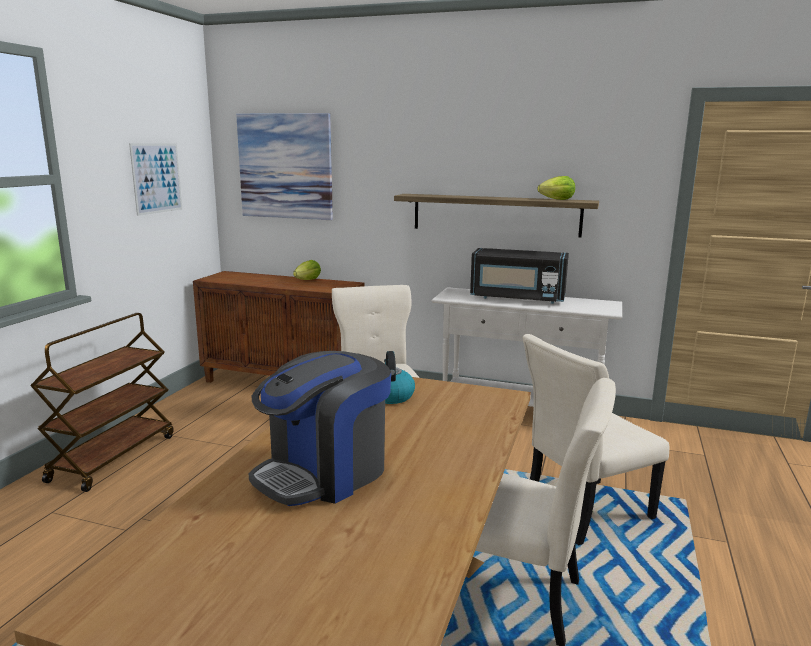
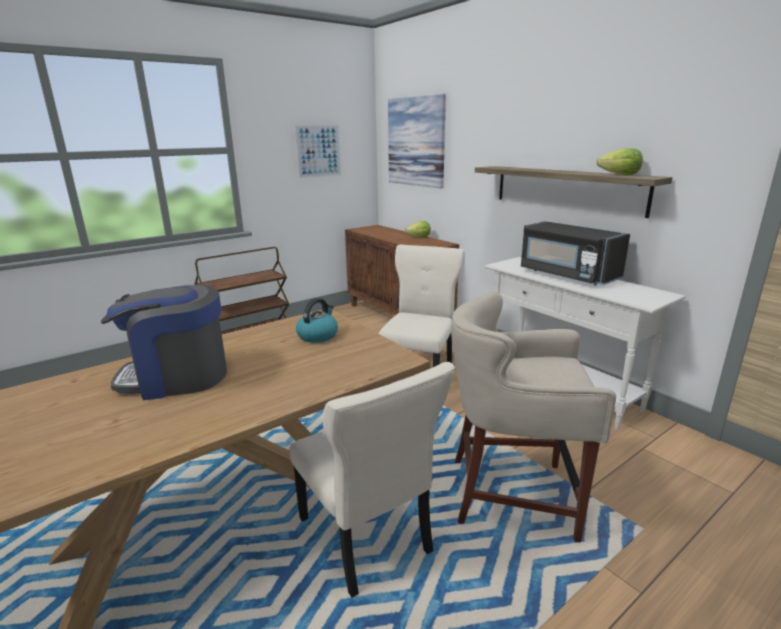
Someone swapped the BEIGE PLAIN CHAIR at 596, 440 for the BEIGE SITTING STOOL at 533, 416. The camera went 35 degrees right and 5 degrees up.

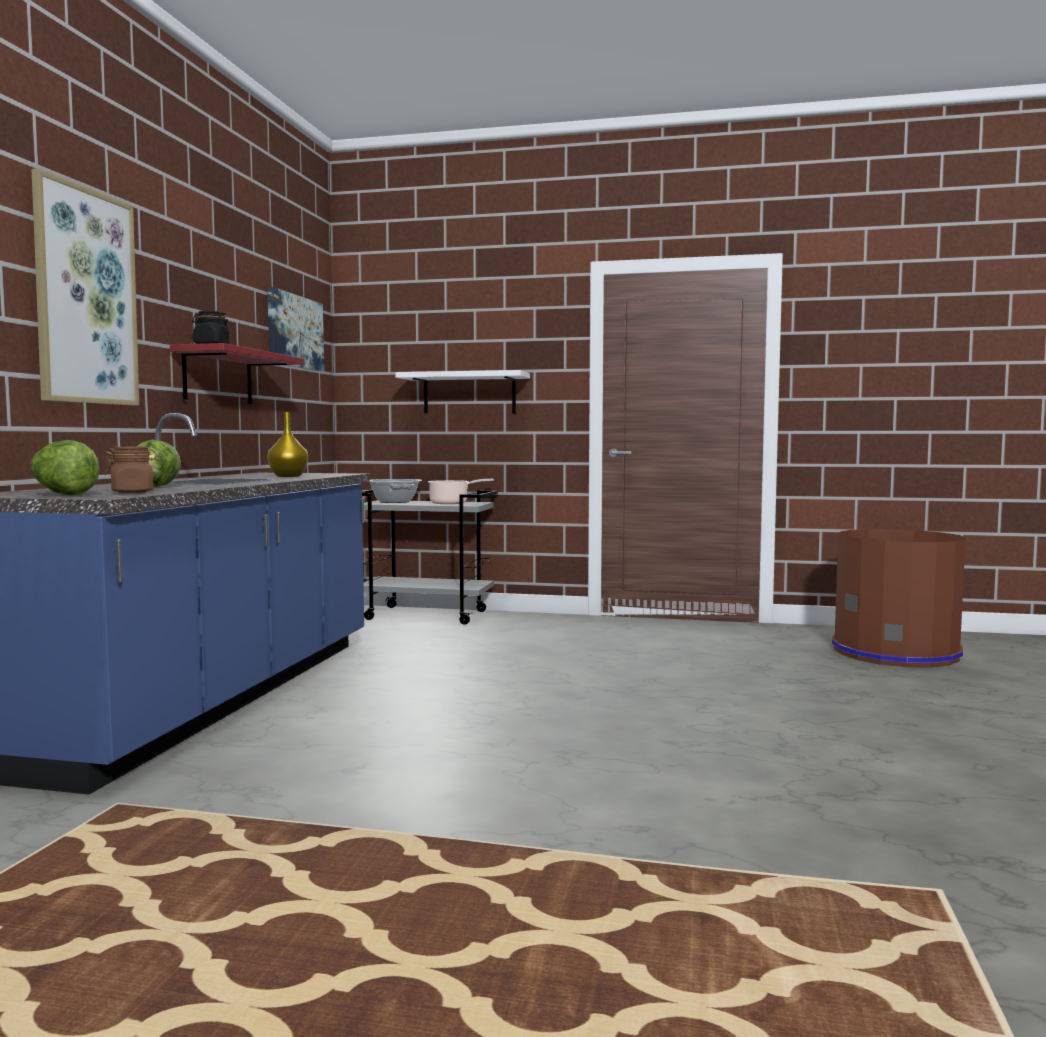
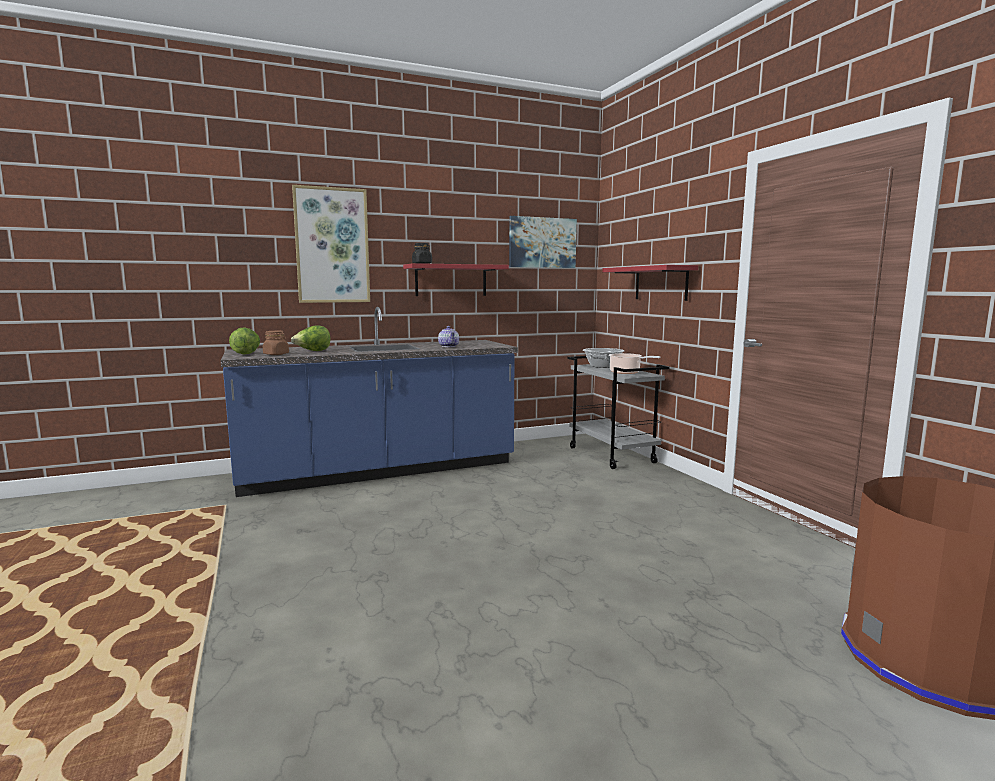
Someone swapped the YELLOW-COLOURED FLOWER VASE at 287, 444 for the TEAPOT at 448, 336. Someone repainted the WHITE WALL SHELF at 463, 392, which became the REDDISH WALL SHELF at 650, 283. The camera went 55 degrees right and 5 degrees up.

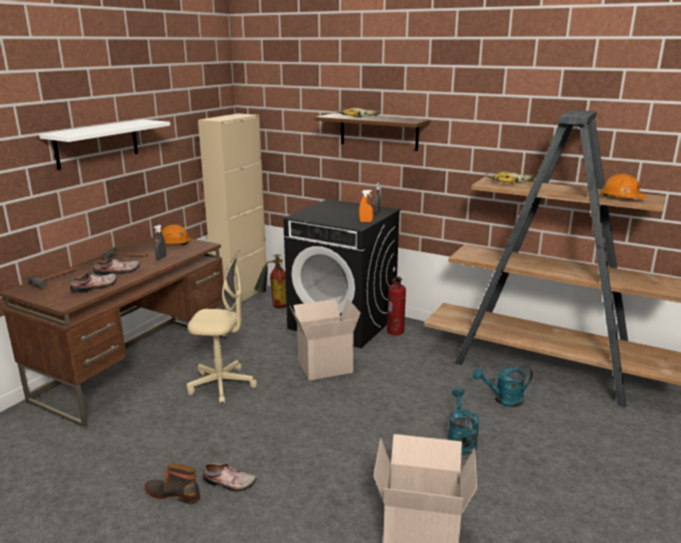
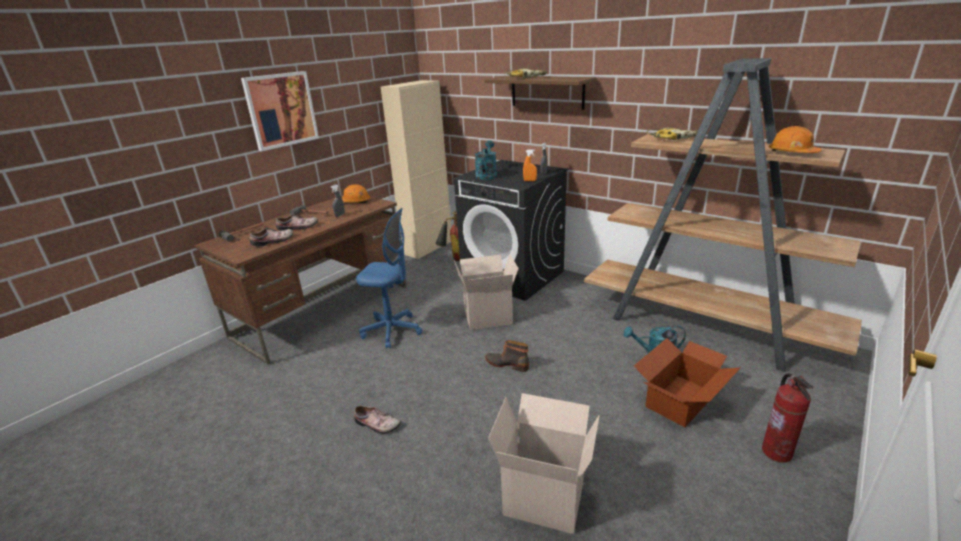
Someone swapped the WHITE WALL SHELF at 104, 144 for the PICTURE at 280, 111. Someone carried the BOOT from 172, 484 to 507, 356. Someone repainted the BEIGE COMPUTER CHAIR at 222, 327, which became the BLUE-COLOURED COMPUTER CHAIR at 389, 278. Someone carried the FIRE-FIGHTING CYLINDER from 396, 305 to 788, 418. Someone carried the BLUE-GREEN WATERING CAN from 463, 421 to 486, 160. Someone put down the CARTON at 687, 382. The camera went 10 degrees right and 5 degrees up.

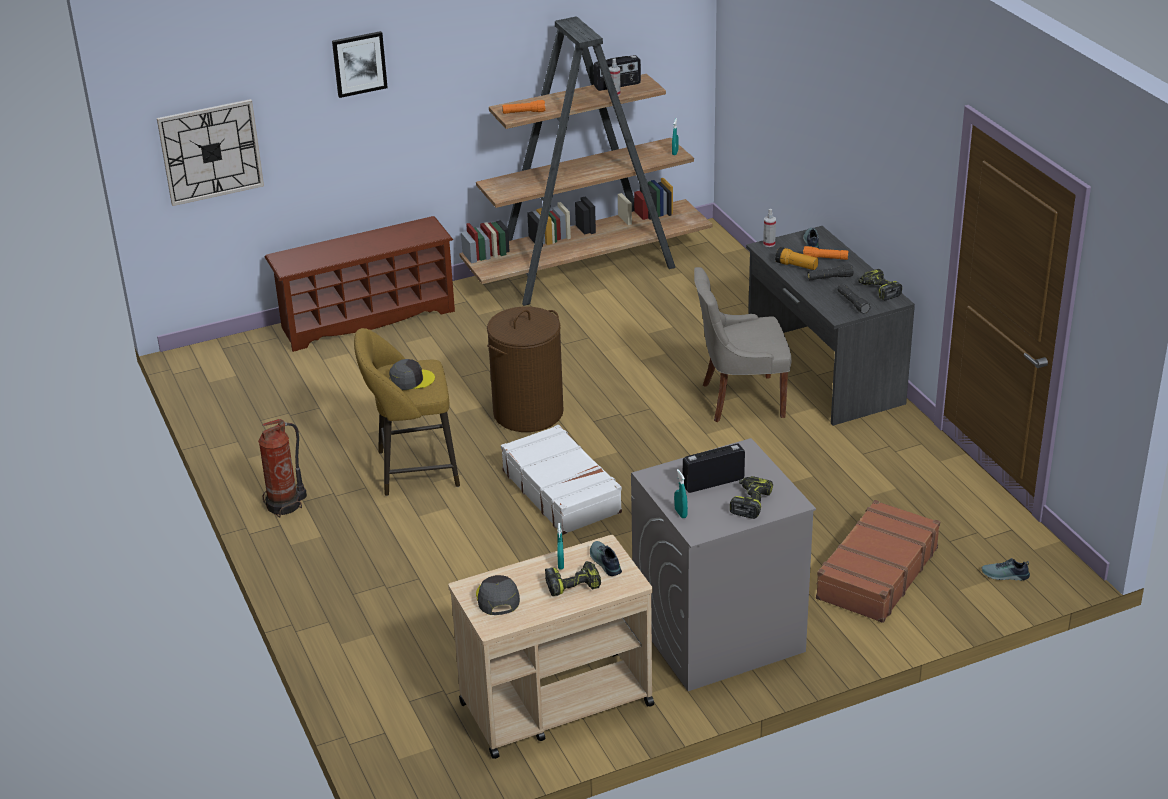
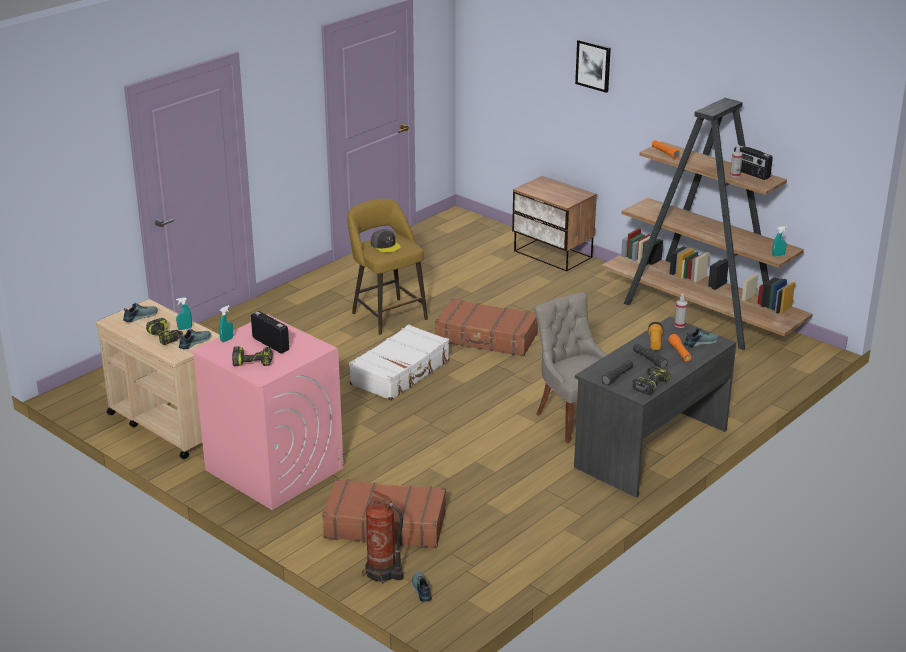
Someone took away the CLOCK ON THE WALL at 210, 152. Someone carried the FIRE-FIGHTING CYLINDER from 282, 468 to 383, 536. Someone swapped the BROWN-COLOURED SHOE STAND at 360, 284 for the BEDSIDE TABLE at 554, 223. Someone swapped the GRAY PEAKED CAP at 498, 595 for the ITEM OF FOOTWEAR at 140, 313. Someone swapped the BROWN-COLOURED HAMPER at 525, 369 for the BROWN-COLOURED TRAVEL CASE at 486, 327. Someone repainted the GRAY LAUNDRY APPLIANCE at 723, 564, which became the PINK LAUNDRY APPLIANCE at 267, 412. The camera went 65 degrees right and 5 degrees down.

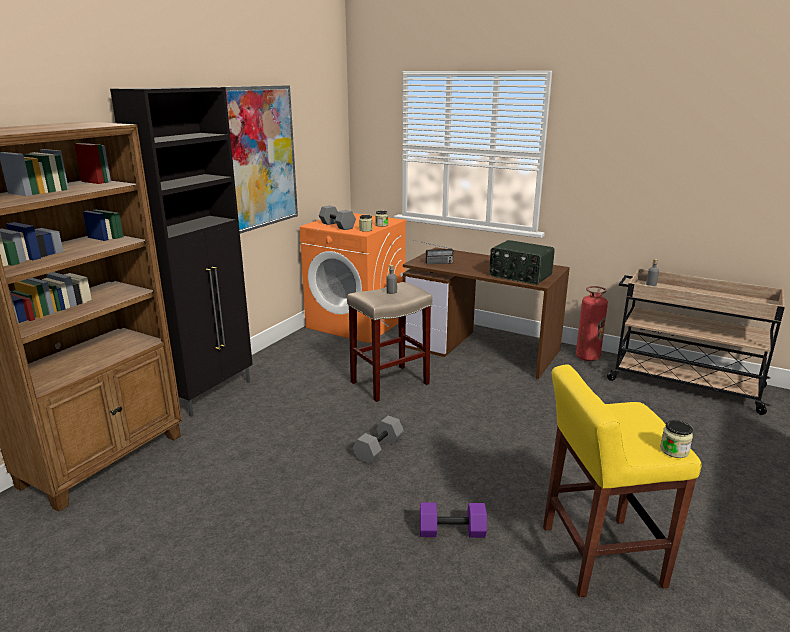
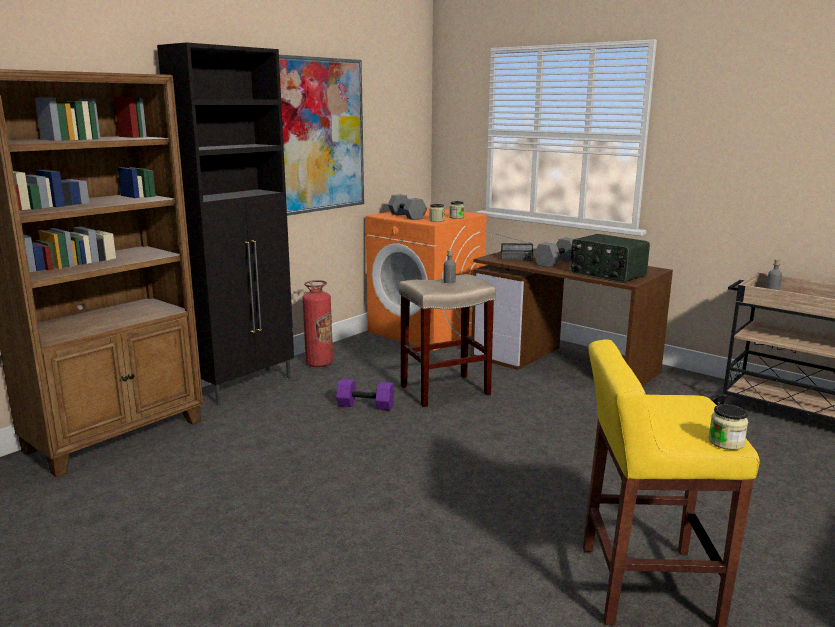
Someone carried the GRAY DUMBBELL from 378, 440 to 553, 252. Someone carried the PURPLE DUMBBELL from 453, 520 to 365, 394. Someone carried the FIRE-FIGHTING CYLINDER from 592, 323 to 317, 323. The camera went 10 degrees right and 5 degrees down.

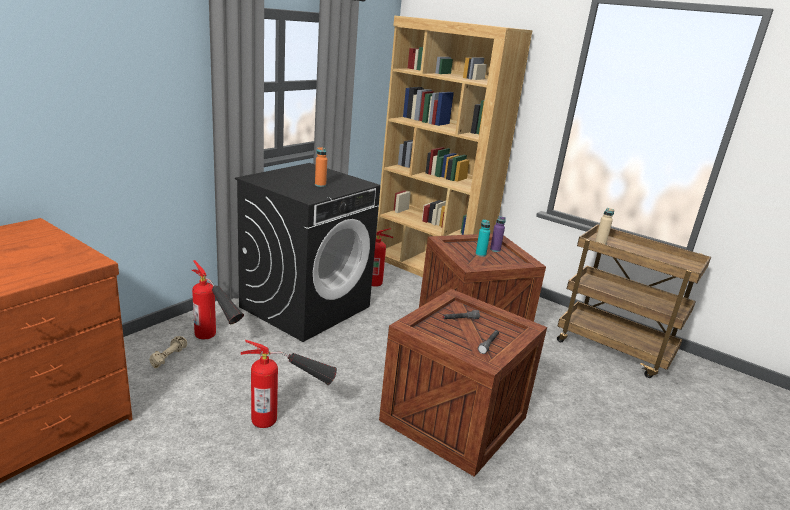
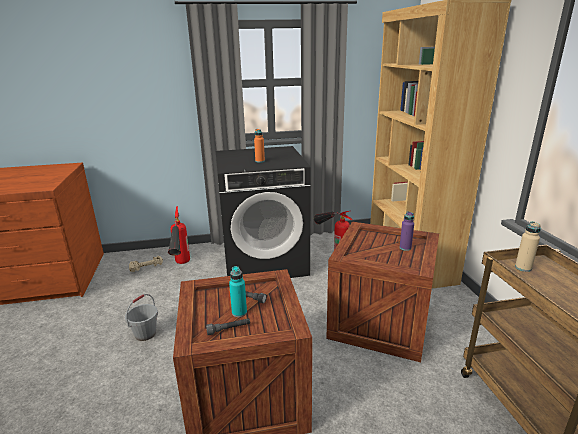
Someone swapped the FIRE-FIGHTING CYLINDER at 288, 384 for the GRAY WATER BUCKET at 141, 317. Someone carried the BLUE-GREEN BEVERAGE BOTTLE from 483, 238 to 238, 291. The camera went 45 degrees right and 0 degrees up.

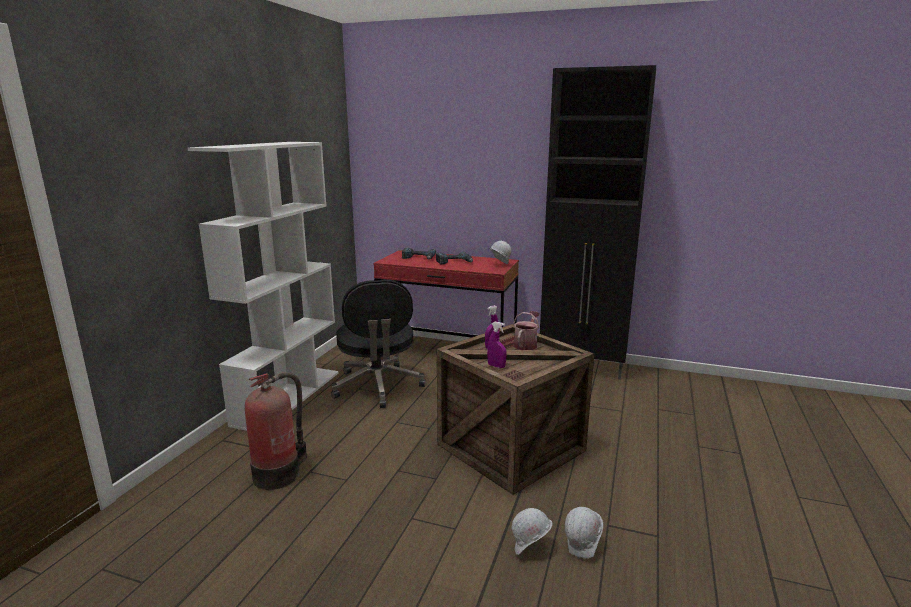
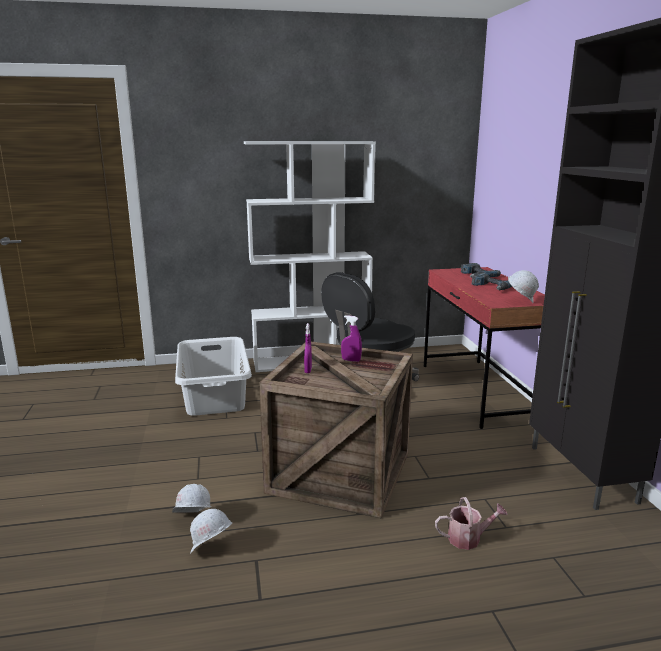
Someone swapped the FIRE-FIGHTING CYLINDER at 276, 431 for the GRAY HAMPER at 213, 376. Someone carried the WATERING CAN from 526, 330 to 471, 523. The camera went 60 degrees right and 0 degrees up.

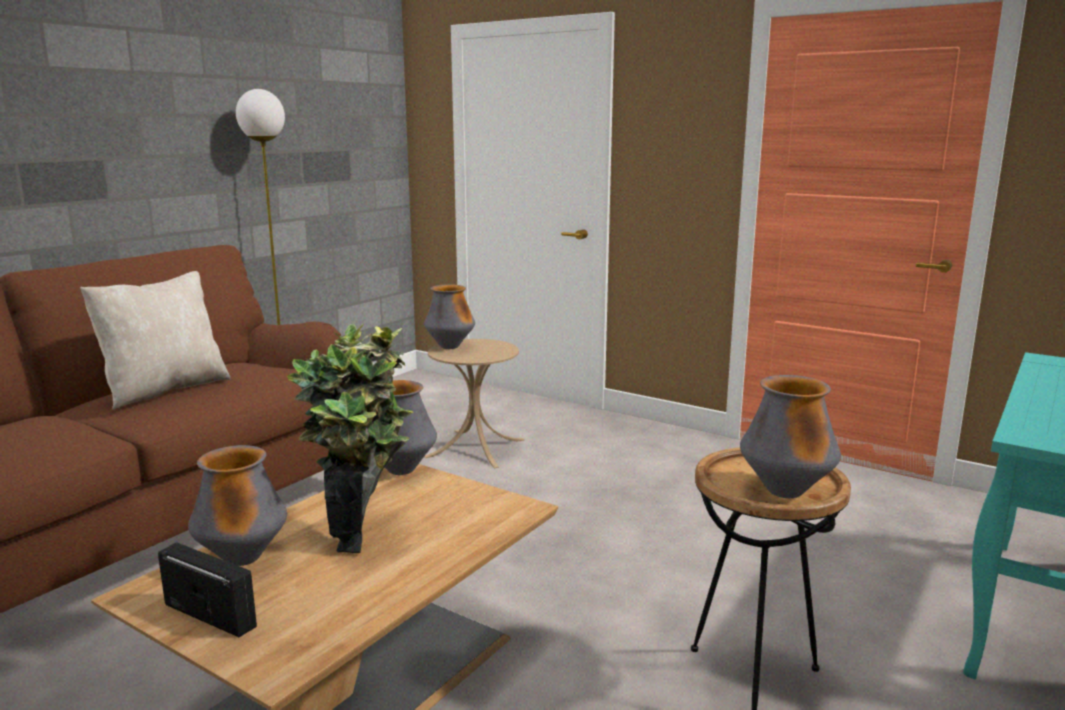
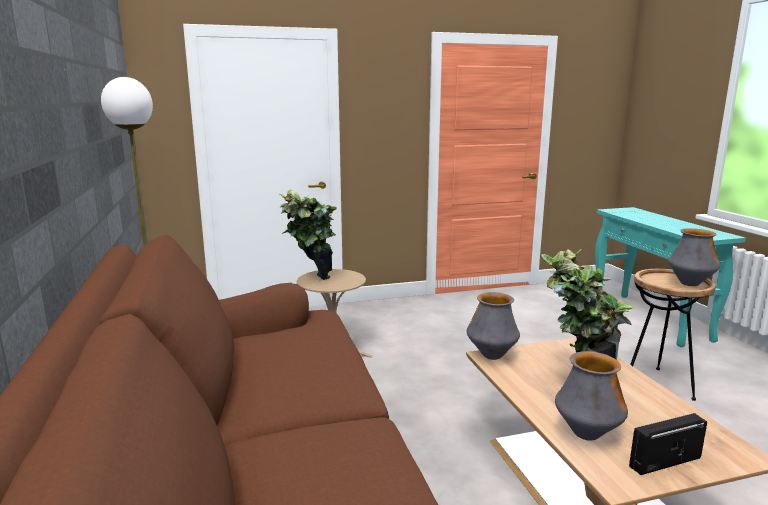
Someone took away the BEIGE CUSHION at 155, 340. Someone swapped the FLOWER VASE at 449, 316 for the POTTED PLANT at 308, 234. The camera went 50 degrees left and 0 degrees up.

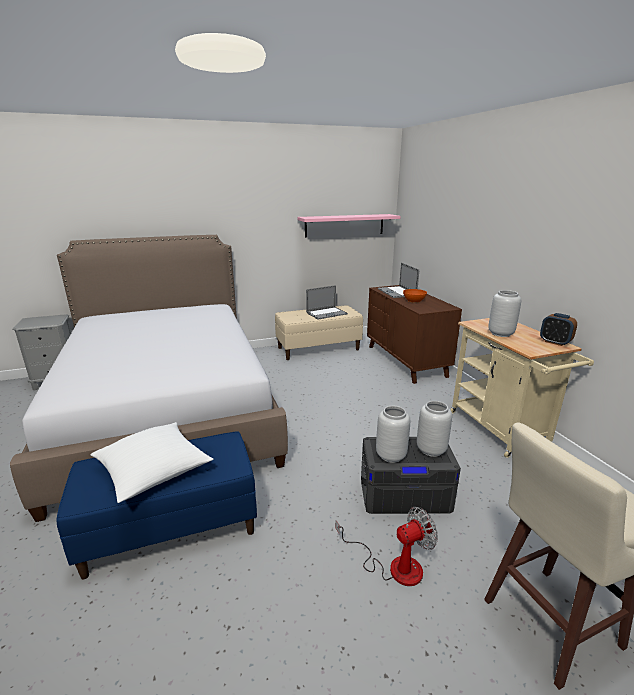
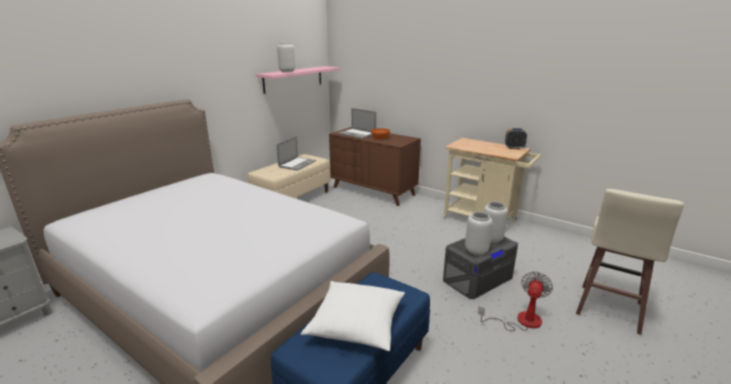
Someone carried the GRAY FLOWER VASE from 504, 313 to 286, 57. The camera went 35 degrees left and 0 degrees up.

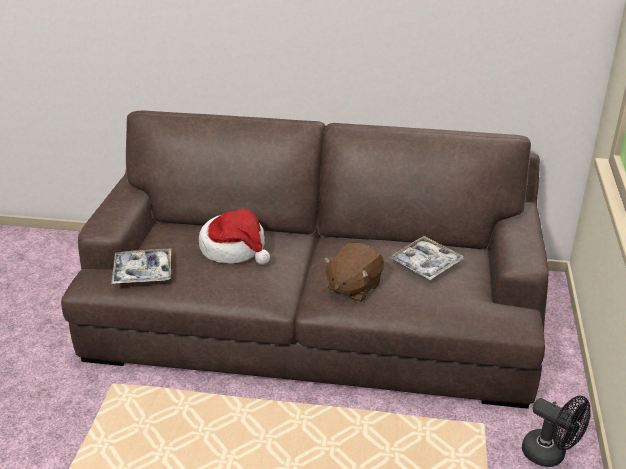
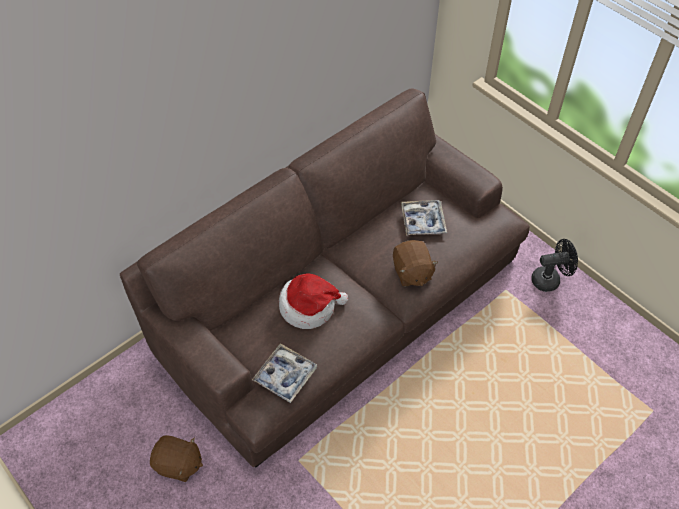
Someone put down the BROWN-COLOURED PLUSH TOY at 176, 458. The camera went 50 degrees left and 20 degrees up.

